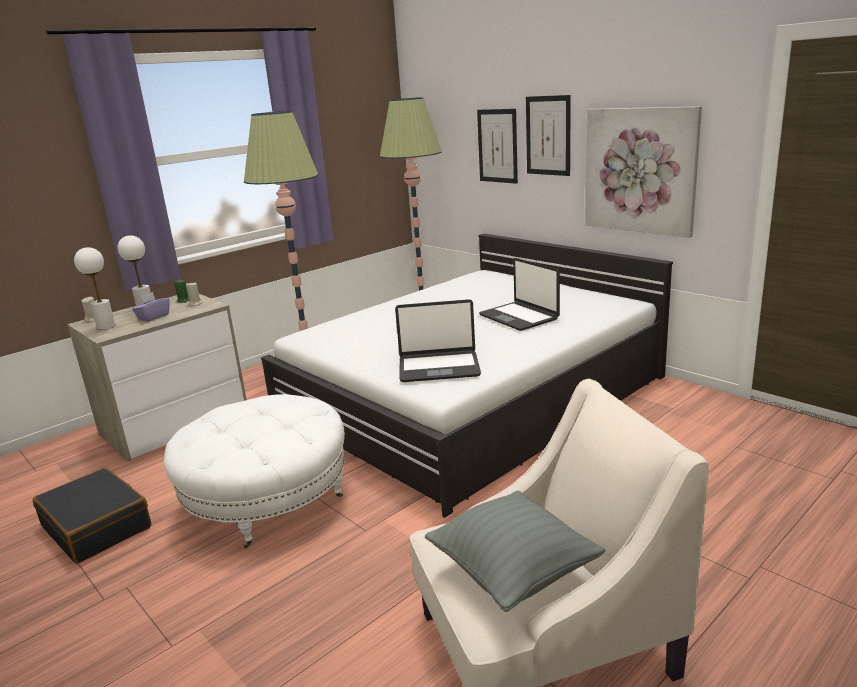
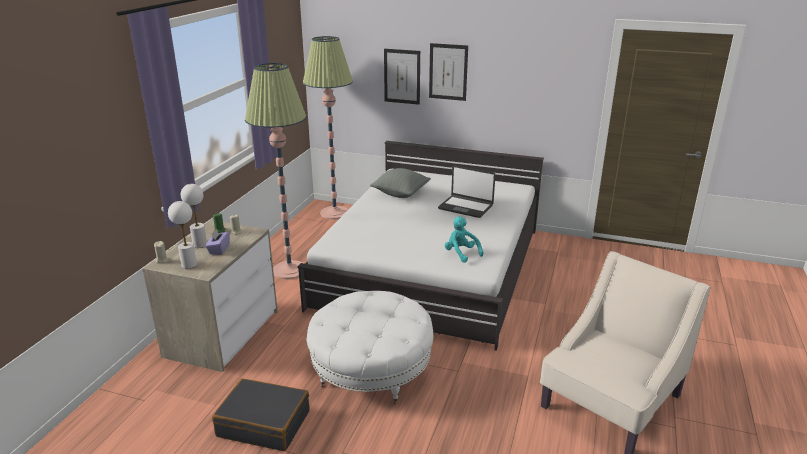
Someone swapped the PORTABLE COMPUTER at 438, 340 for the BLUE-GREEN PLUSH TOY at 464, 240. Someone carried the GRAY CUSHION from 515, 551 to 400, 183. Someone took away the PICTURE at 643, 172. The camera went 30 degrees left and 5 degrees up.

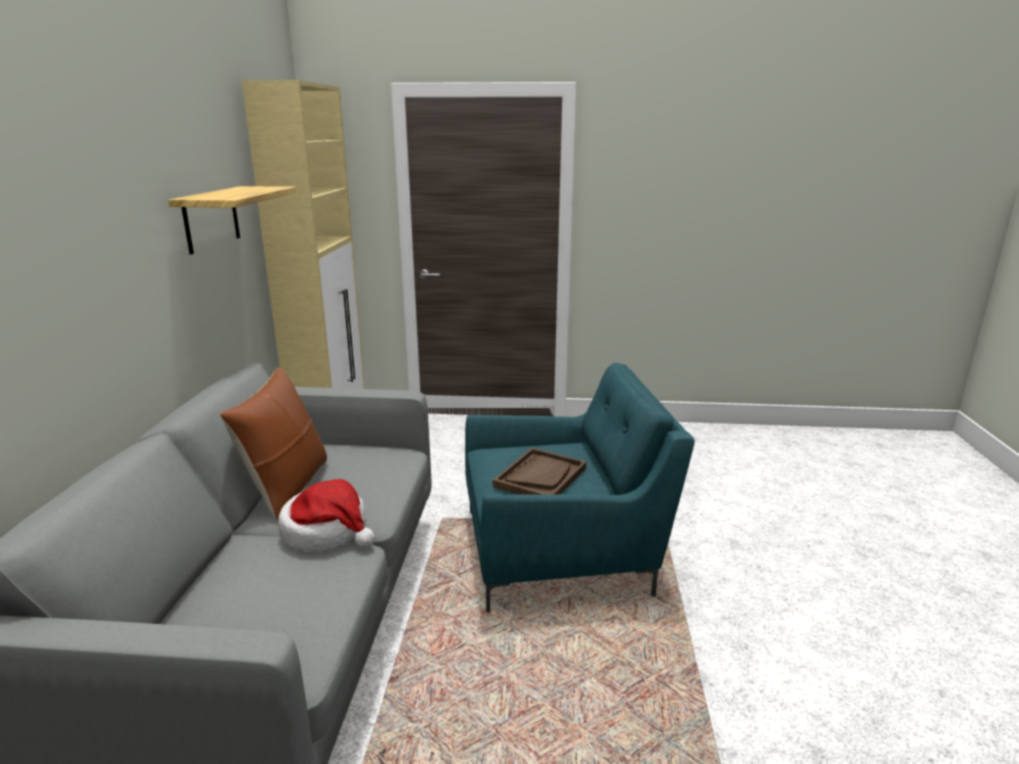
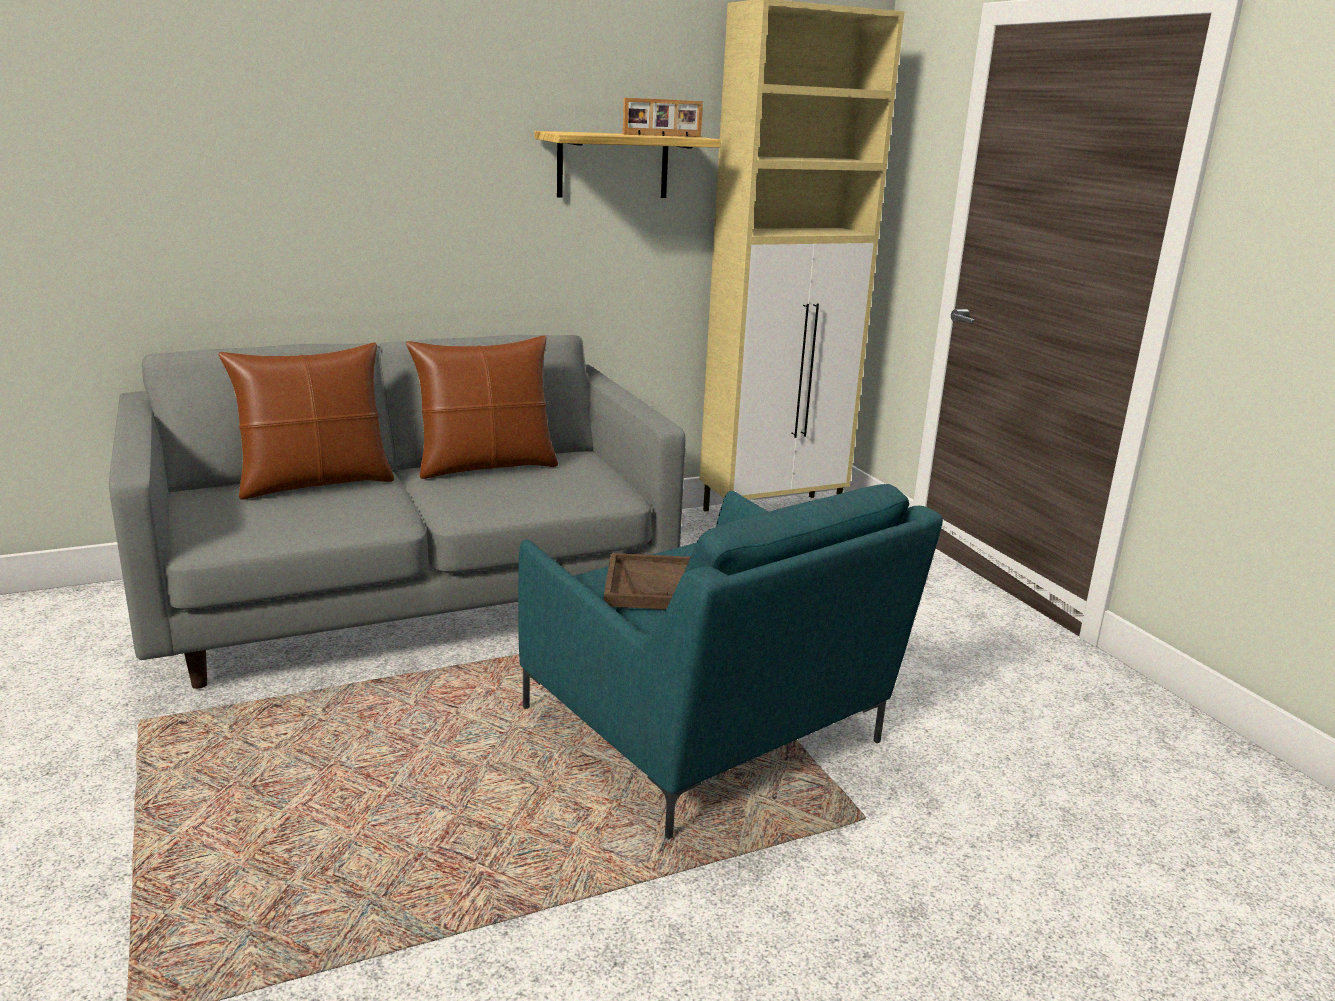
Someone took away the WEARABLE HAT at 326, 515. Someone put down the BROWN-COLOURED CUSHION at 306, 421. Someone put down the PHOTO FRAME at 663, 117. The camera went 60 degrees right and 0 degrees up.

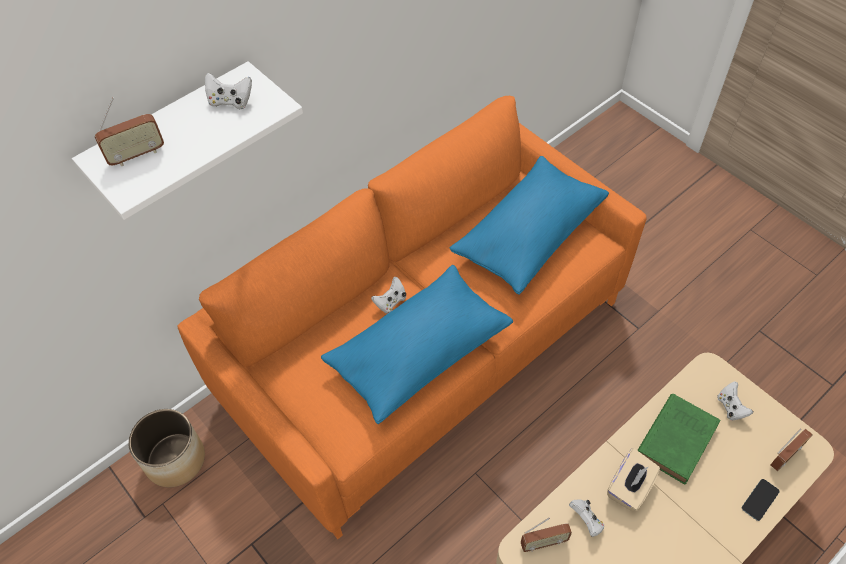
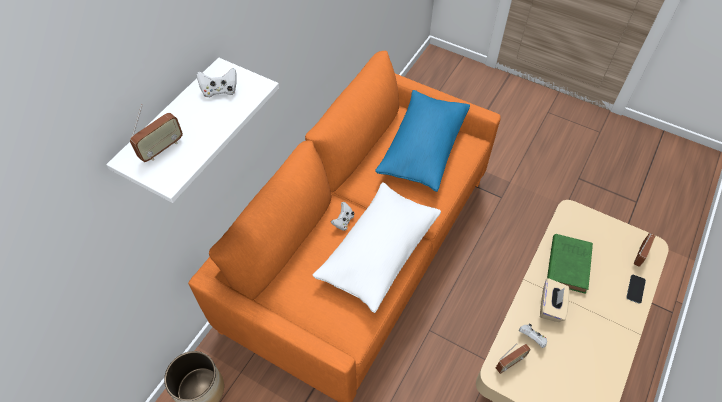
Someone repainted the BLUE-COLOURED CUSHION at 417, 344, which became the WHITE CUSHION at 376, 247. Someone took away the WHITE JOYPAD at 735, 401. The camera went 20 degrees left and 0 degrees up.

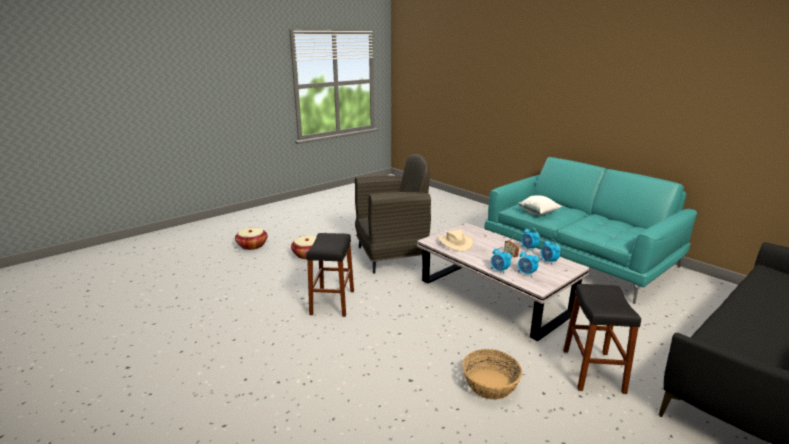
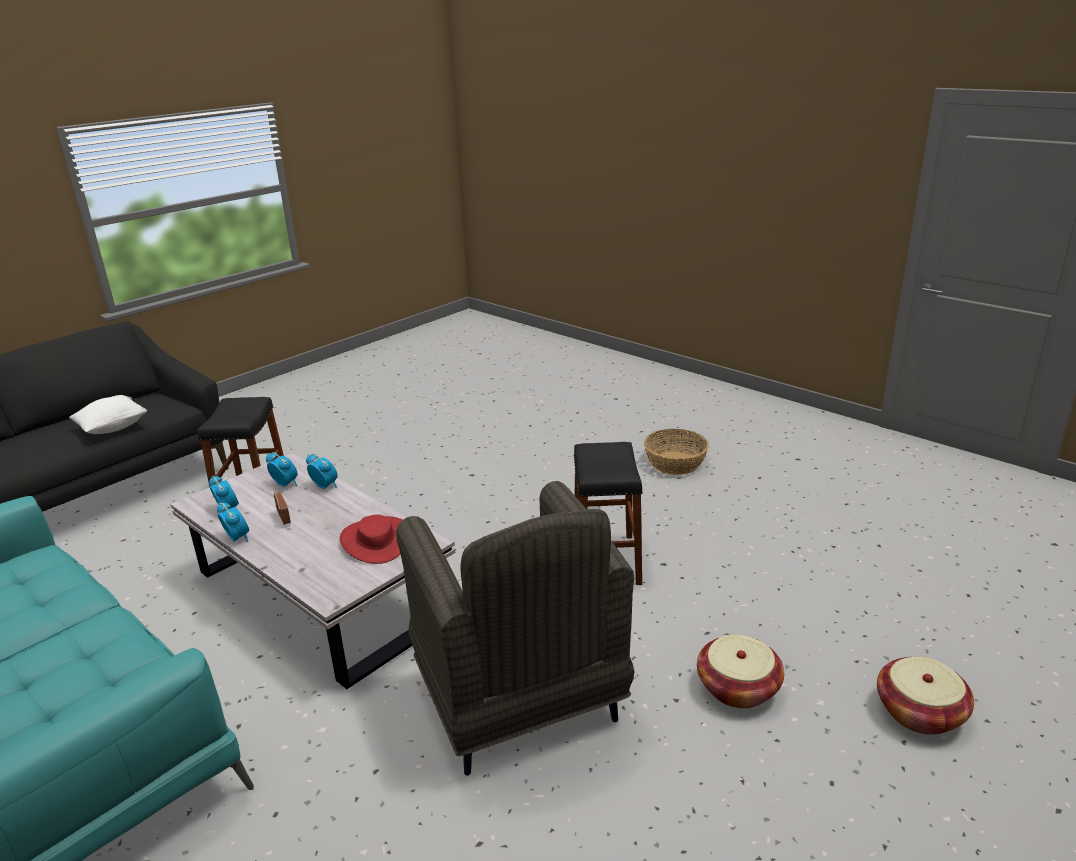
Someone rotated the GRAY EASY CHAIR at 393, 214 by 90 degrees counterclockwise. Someone repainted the BEIGE WEARABLE HAT at 456, 240, which became the REDDISH WEARABLE HAT at 371, 539. Someone carried the HOUSEHOLD BASKET from 492, 374 to 676, 452. Someone carried the WHITE CUSHION from 540, 205 to 108, 414. The camera went 175 degrees right and 5 degrees up.

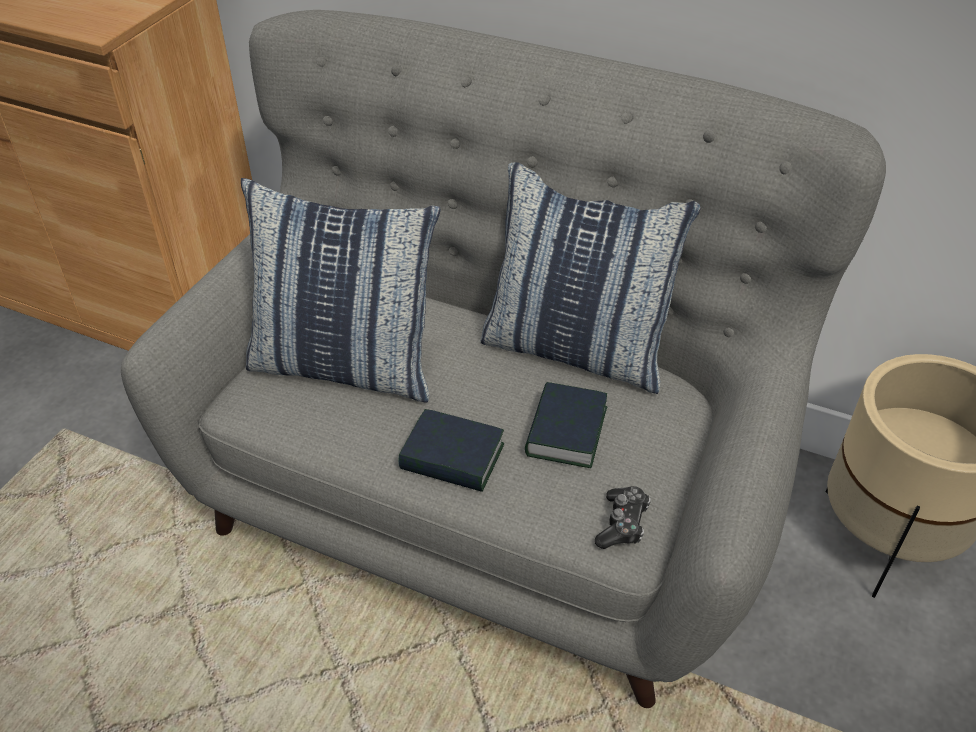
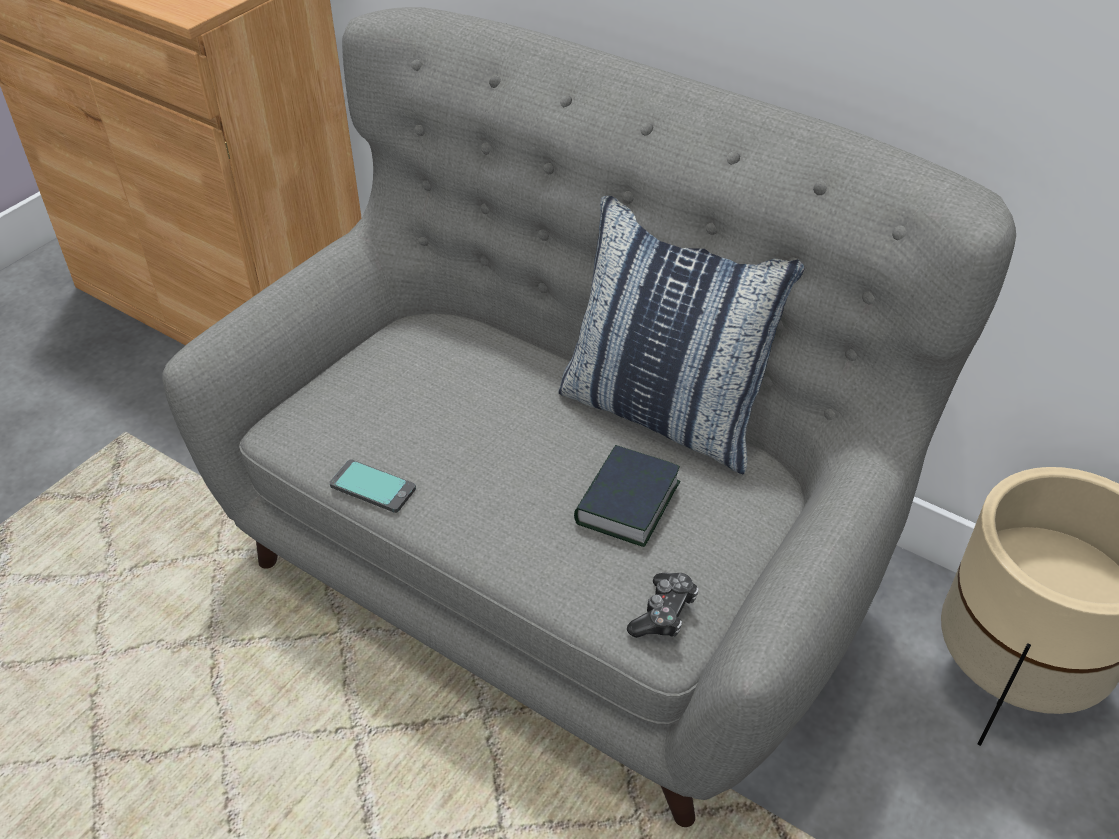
Someone took away the CUSHION at 341, 290. Someone took away the VOLUME at 451, 450. Someone put down the HANDSET at 372, 486. The camera went 10 degrees right and 0 degrees up.

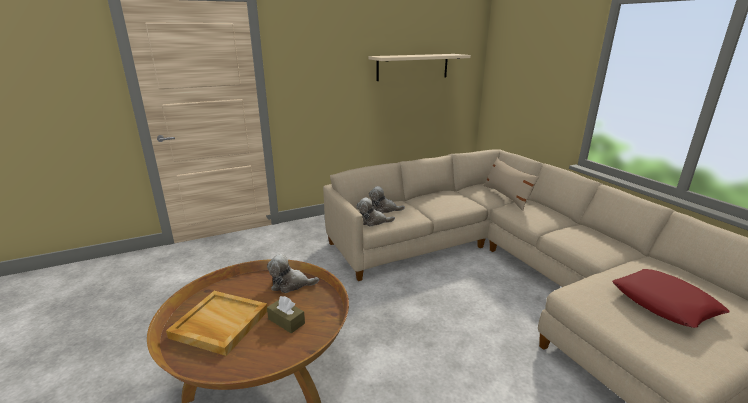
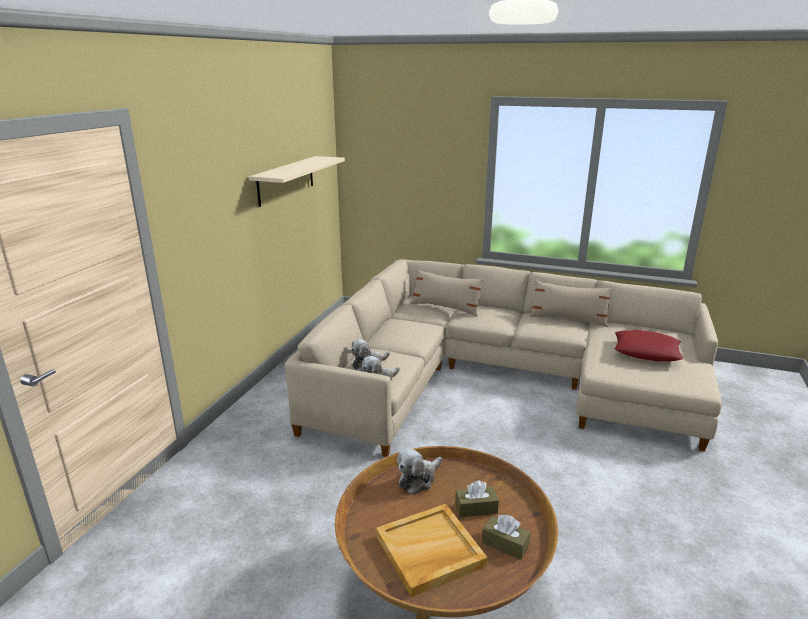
Someone put down the BROWN-COLOURED BOX OF TISSUES at 506, 537. Someone put down the BEIGE CUSHION at 571, 303. The camera went 45 degrees left and 0 degrees up.

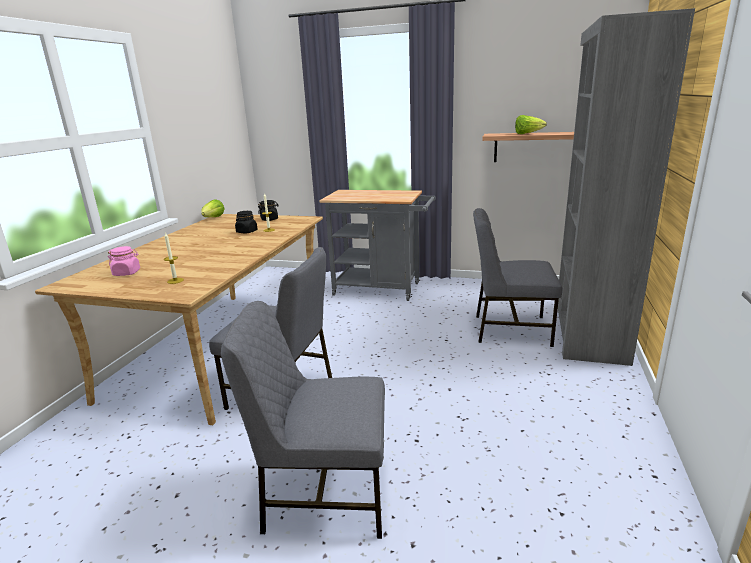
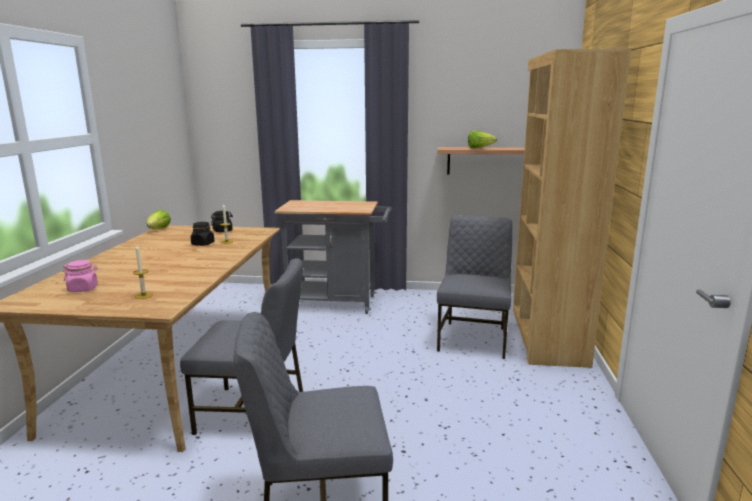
Someone rotated the GRAY PLAIN CHAIR at 517, 277 by 105 degrees clockwise. Someone repainted the GRAY SHELVING UNIT at 626, 187, which became the BROWN-COLOURED SHELVING UNIT at 572, 208. The camera went 10 degrees left and 5 degrees down.

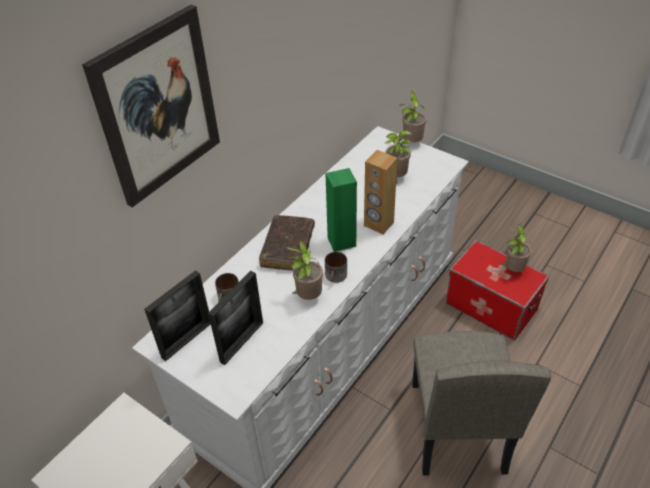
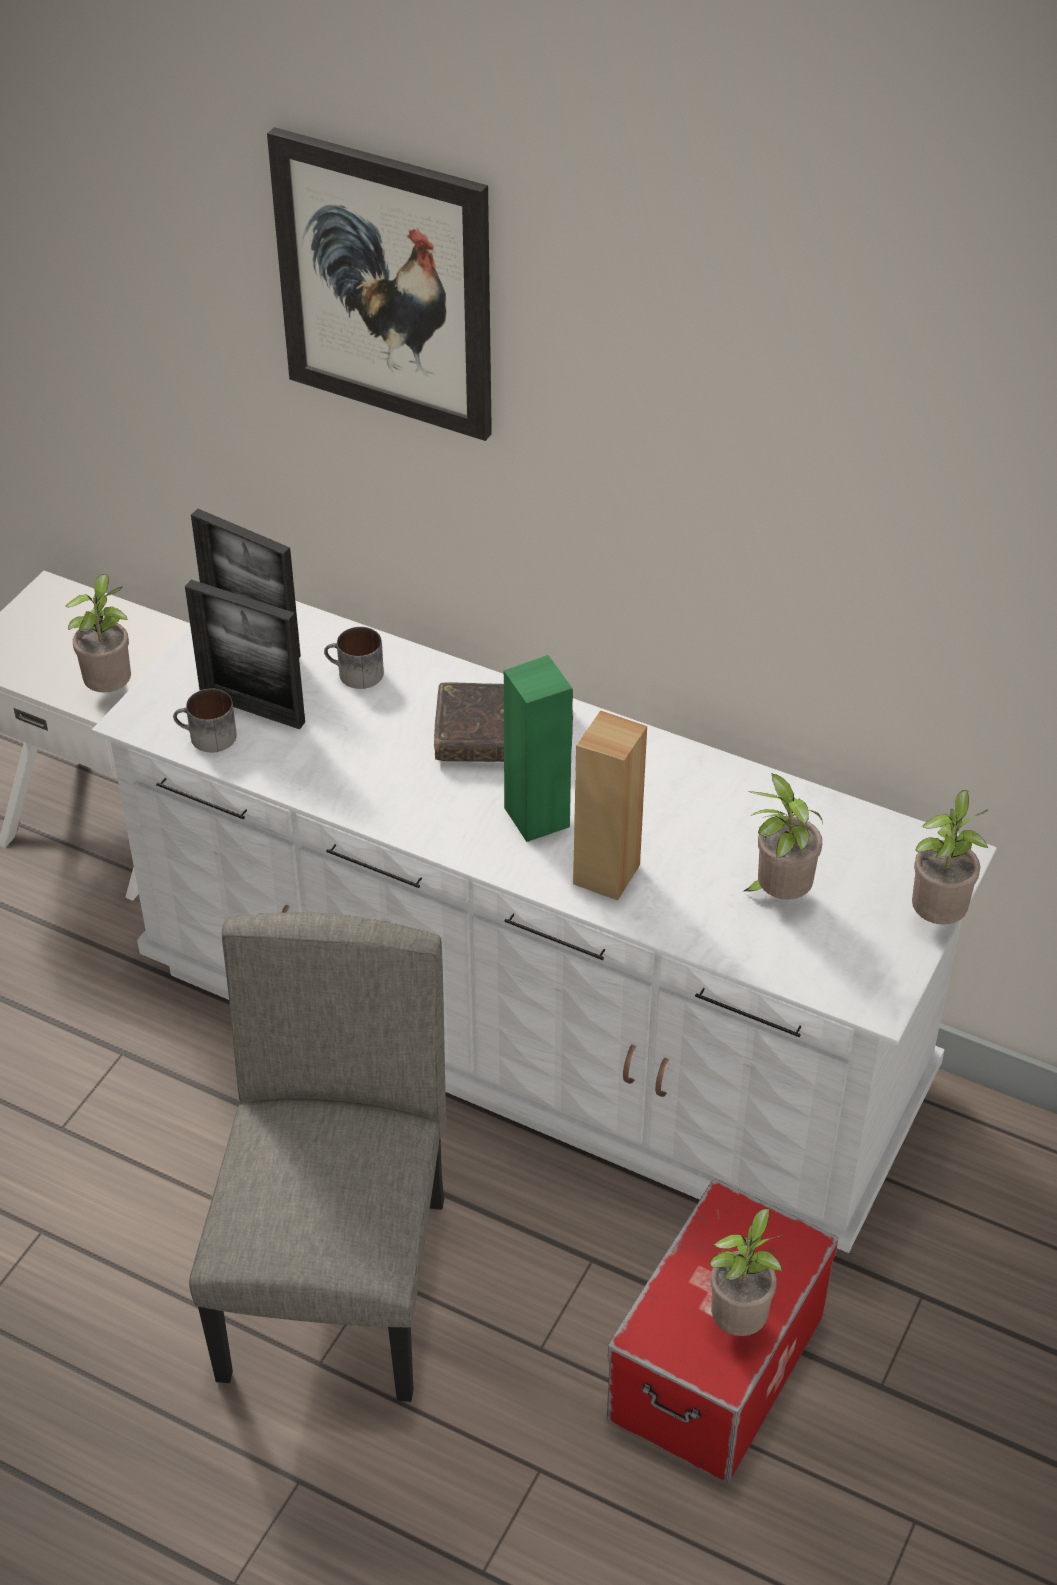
Someone carried the POTTED PLANT from 304, 270 to 98, 633. Someone carried the COFFEE MUG from 336, 267 to 205, 720. Someone rotated the BEIGE PLAIN CHAIR at 481, 403 by 105 degrees clockwise. The camera went 80 degrees right and 0 degrees up.

